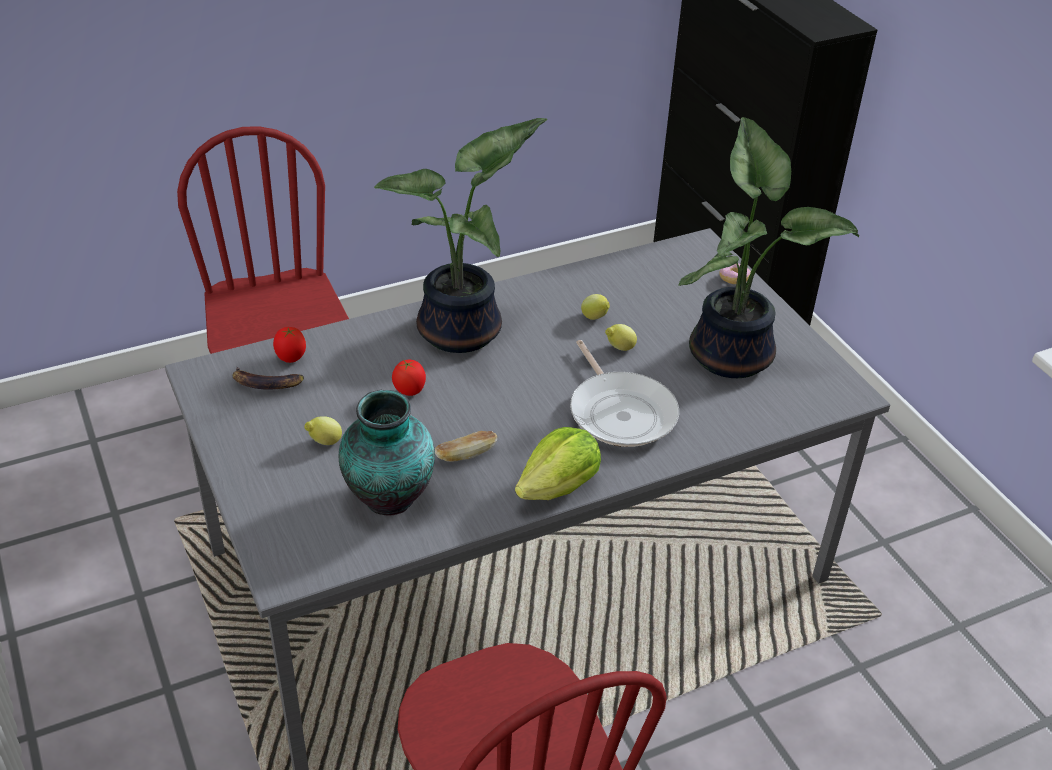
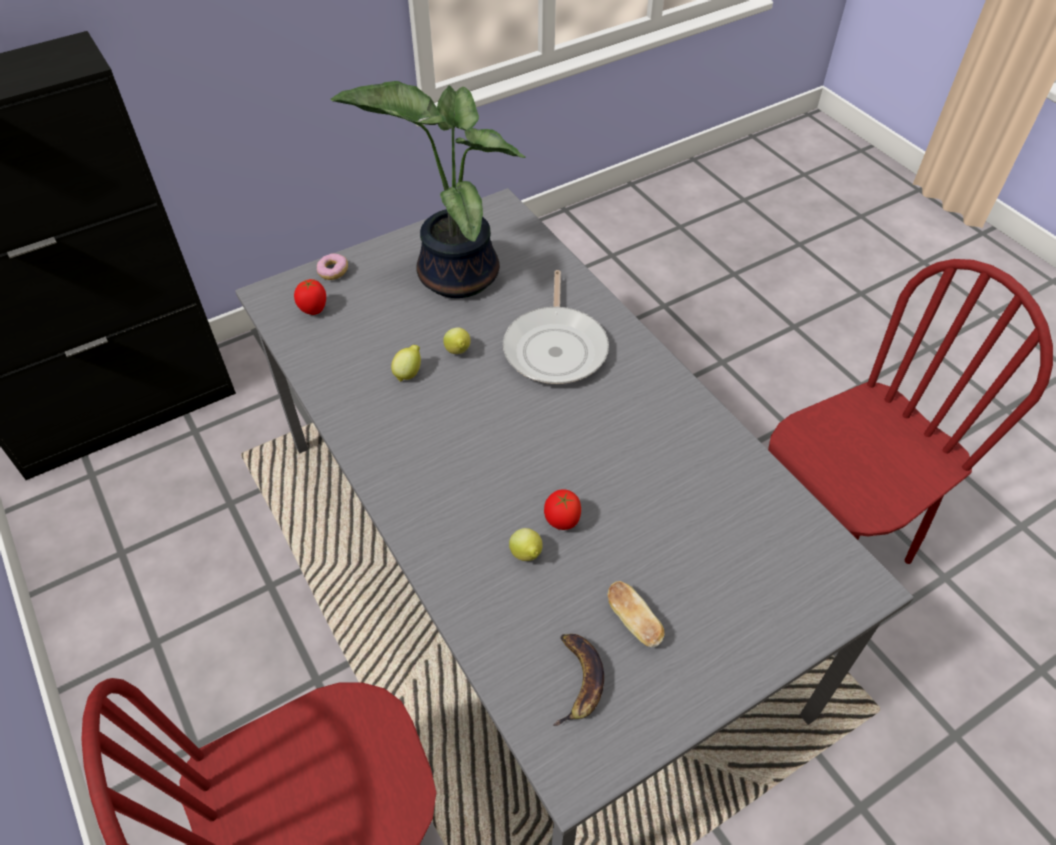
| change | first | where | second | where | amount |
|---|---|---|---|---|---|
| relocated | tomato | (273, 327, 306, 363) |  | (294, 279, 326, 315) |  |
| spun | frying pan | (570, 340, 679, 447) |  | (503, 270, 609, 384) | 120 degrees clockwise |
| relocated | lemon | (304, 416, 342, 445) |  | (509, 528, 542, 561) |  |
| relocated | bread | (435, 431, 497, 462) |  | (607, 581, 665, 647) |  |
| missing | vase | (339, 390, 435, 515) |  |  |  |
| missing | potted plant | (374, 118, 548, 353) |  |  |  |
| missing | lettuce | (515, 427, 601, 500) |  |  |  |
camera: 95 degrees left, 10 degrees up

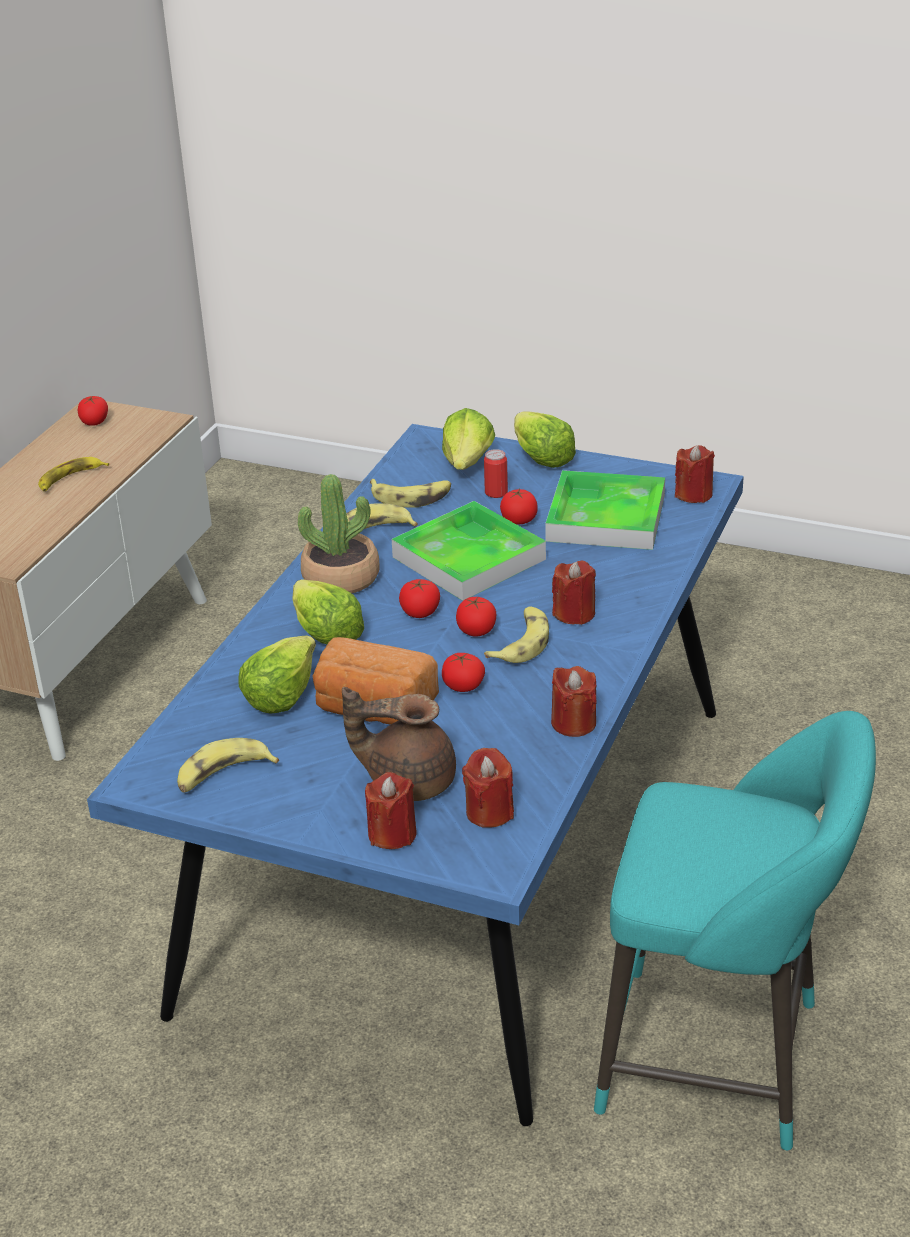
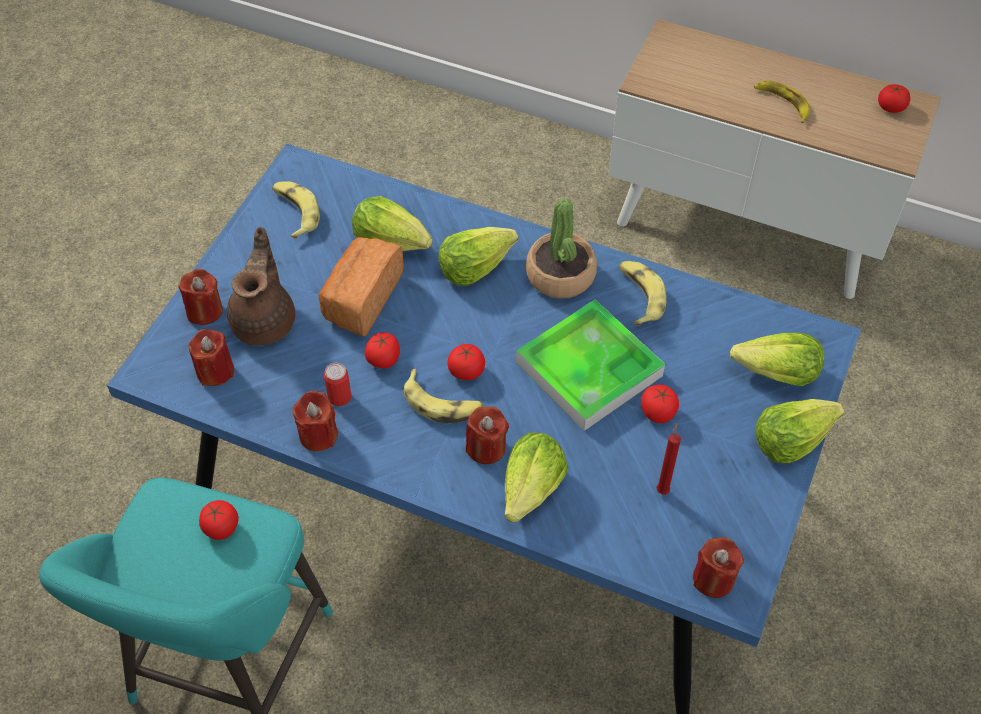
| change | first | where | second | where | amount |
|---|---|---|---|---|---|
| relocated | tomato | (399, 579, 440, 618) |  | (199, 500, 239, 540) |  |
| relocated | can | (484, 449, 508, 498) |  | (324, 363, 351, 406) |  |
| appeared |  |  | lettuce | (505, 433, 568, 522) |  |
| exchanged | tray | (545, 470, 665, 550) | red candle | (657, 422, 681, 494) |  |
| missing | banana | (370, 479, 451, 508) |  |  |  |
camera: 90 degrees right, 20 degrees up

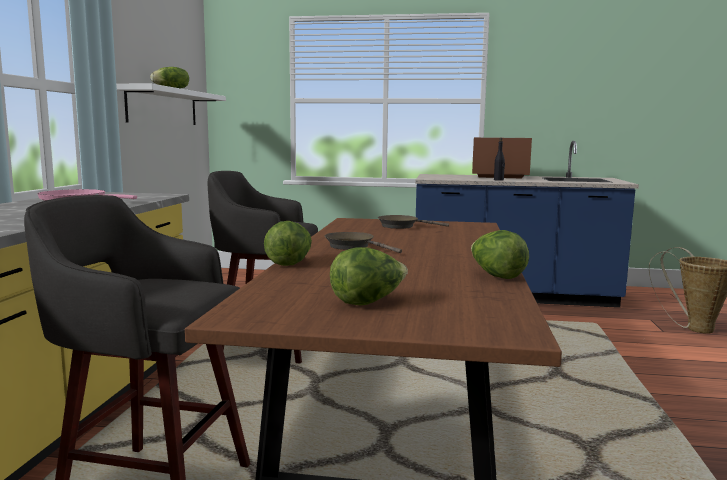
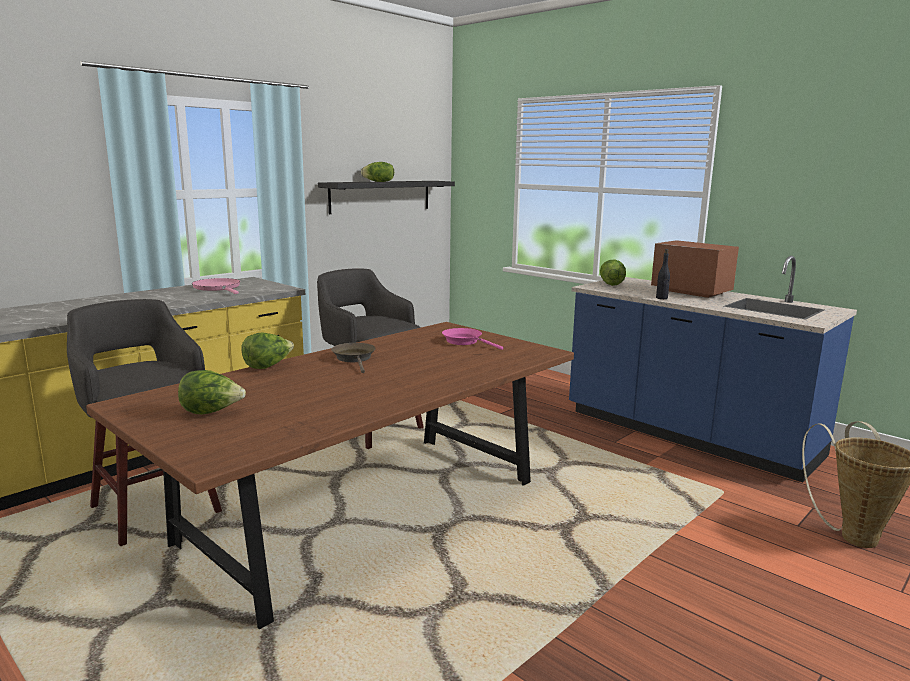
| change | first | where | second | where | amount |
|---|---|---|---|---|---|
| colour | white shelf | (116, 84, 226, 125) | black shelf | (318, 181, 455, 214) |  |
| colour | brown frying pan | (377, 215, 449, 229) | pink frying pan | (442, 328, 503, 350) |  |
| relocated | lettuce | (471, 230, 529, 279) |  | (600, 259, 626, 286) |  |
camera: 35 degrees right, 5 degrees up

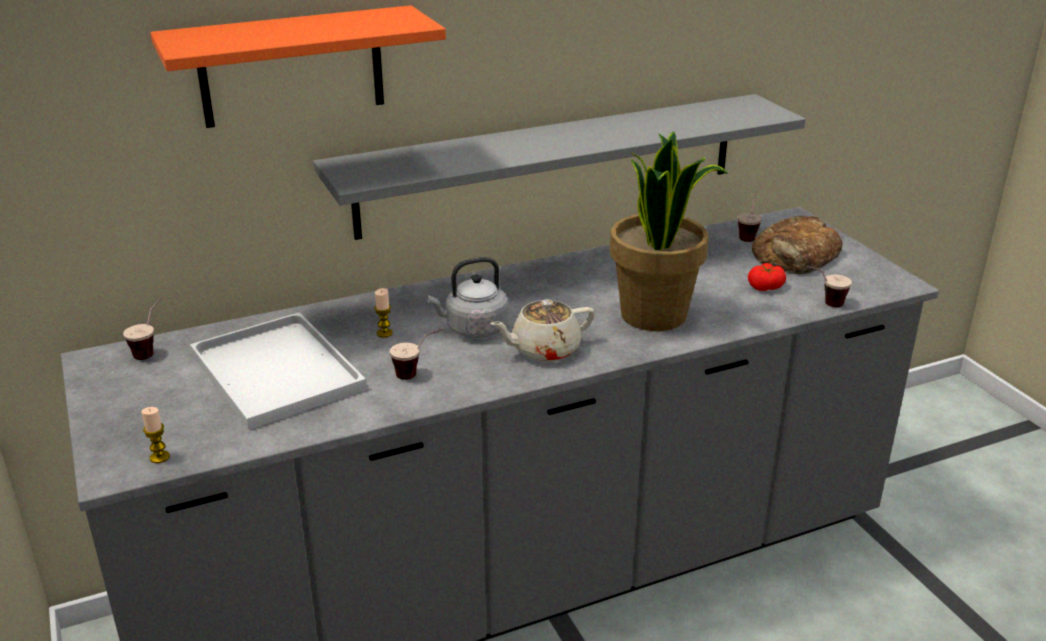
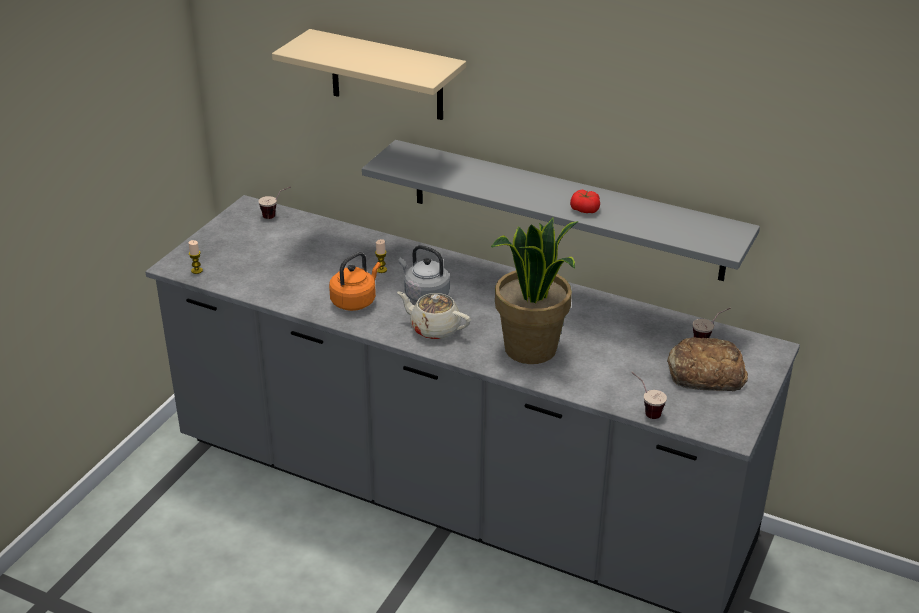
| change | first | where | second | where | amount |
|---|---|---|---|---|---|
| colour | orange shelf | (150, 5, 446, 128) | beige shelf | (272, 29, 466, 120) |  |
| exchanged | cup | (390, 328, 443, 380) | orange kettle | (329, 252, 381, 311) |  |
| relocated | tomato | (748, 263, 786, 291) |  | (570, 190, 600, 213) |  |
| missing | white tray | (190, 312, 367, 430) |  |  |  |
camera: 50 degrees right, 5 degrees up

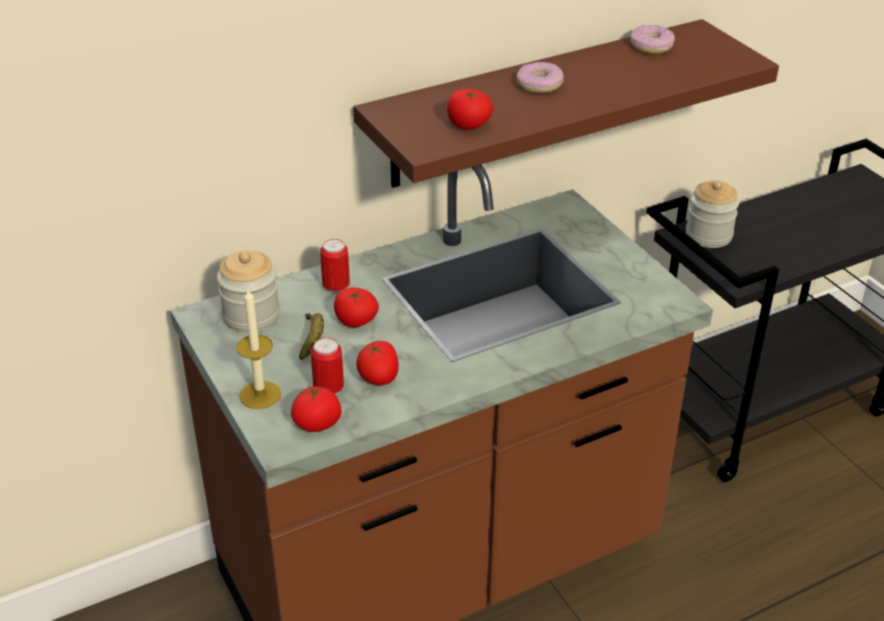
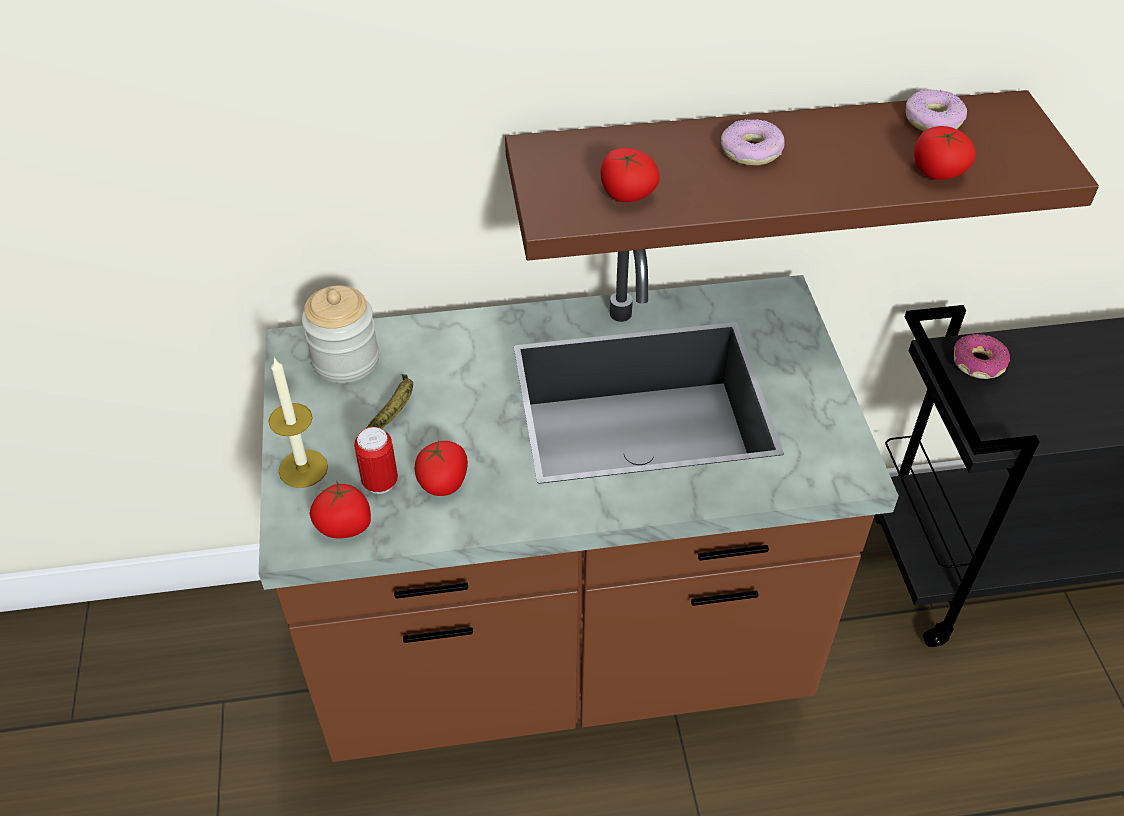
| change | first | where | second | where | amount |
|---|---|---|---|---|---|
| relocated | tomato | (334, 288, 379, 327) |  | (914, 126, 976, 180) |  |
| exchanged | jar | (686, 180, 739, 248) | donut | (954, 334, 1010, 379) |  |
| missing | can | (320, 239, 350, 294) |  |  |  |
camera: 20 degrees right, 10 degrees up

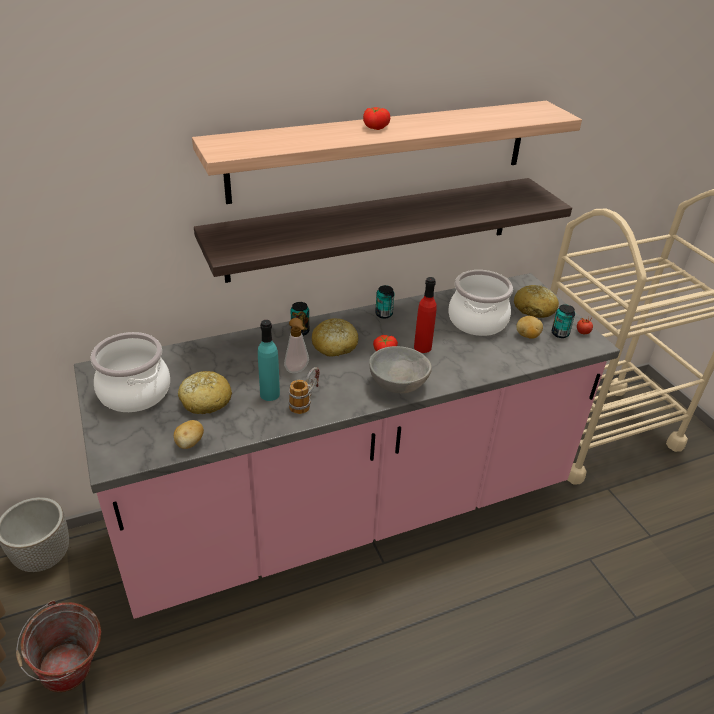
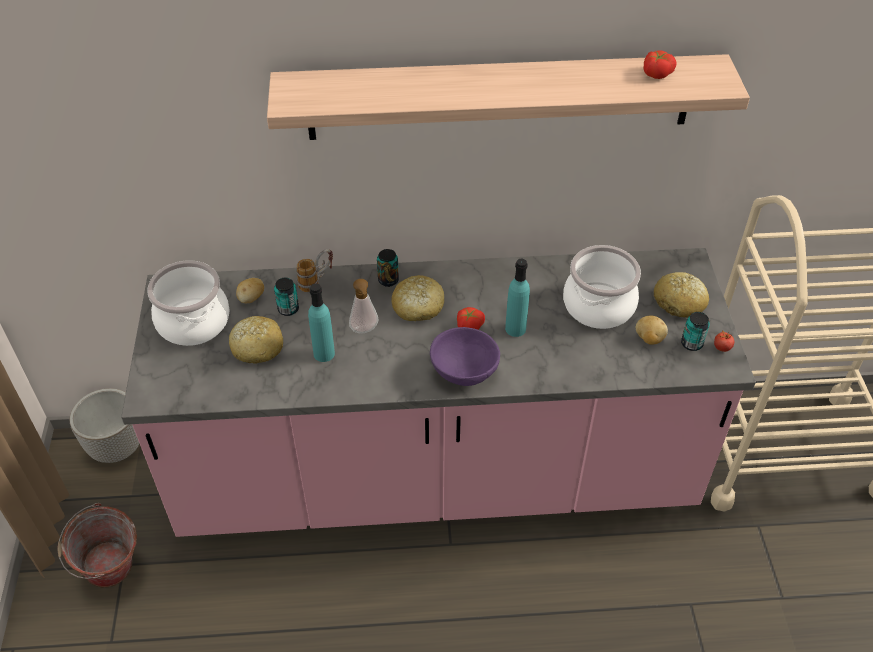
| change | first | where | second | where | amount |
|---|---|---|---|---|---|
| relocated | potato | (174, 420, 204, 449) |  | (236, 278, 264, 303) |  |
| relocated | can | (375, 285, 394, 319) |  | (274, 278, 299, 316) |  |
| relocated | mug | (288, 367, 320, 414) |  | (296, 249, 333, 292) |  |
| colour | grey bowl | (369, 346, 432, 393) | purple bowl | (430, 327, 500, 386) |  |
| colour | red bottle | (414, 277, 437, 353) | turquoise bottle | (505, 259, 530, 337) |  |
| relocated | tomato | (363, 107, 390, 130) |  | (643, 50, 676, 79) |  |
| missing | shelf | (194, 178, 572, 283) |  |  |  |
camera: 20 degrees right, 10 degrees up

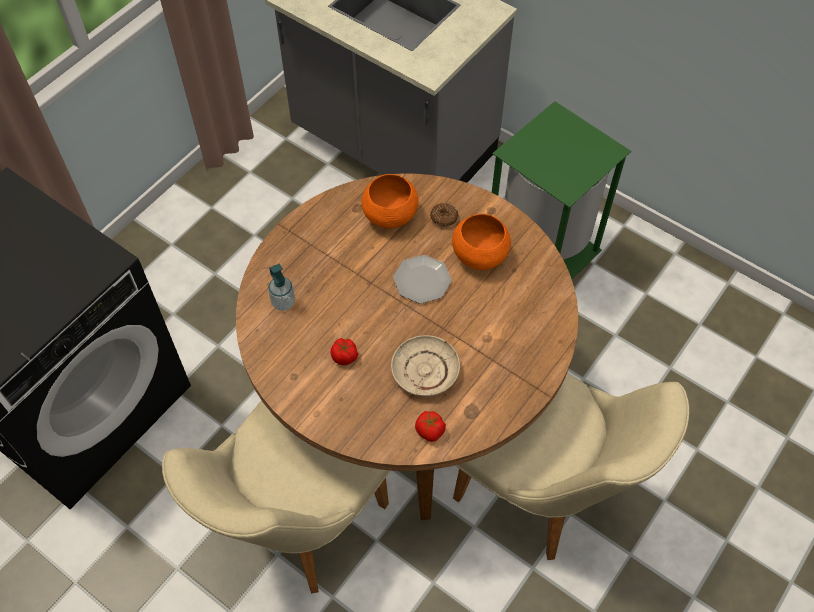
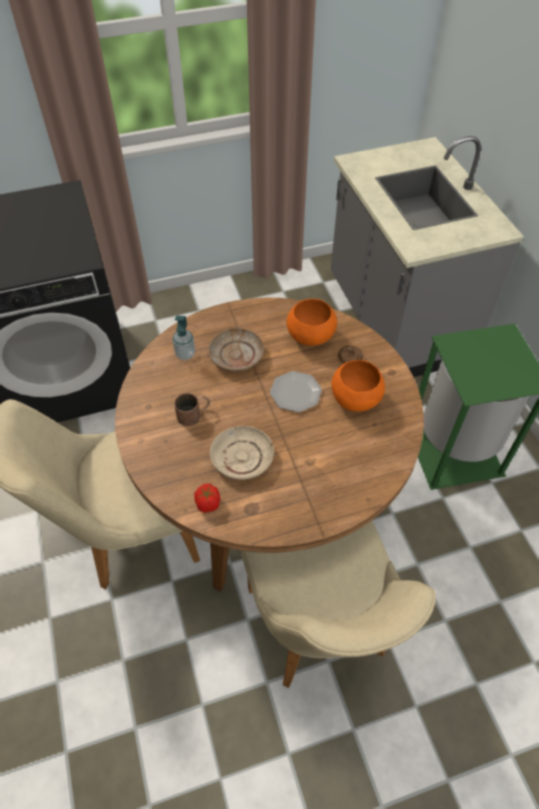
| change | first | where | second | where | amount |
|---|---|---|---|---|---|
| exchanged | tomato | (331, 338, 358, 365) | brown mug | (174, 393, 210, 426) |  |
| appeared |  |  | beige plate | (209, 328, 264, 372) |  |
camera: 35 degrees right, 5 degrees down

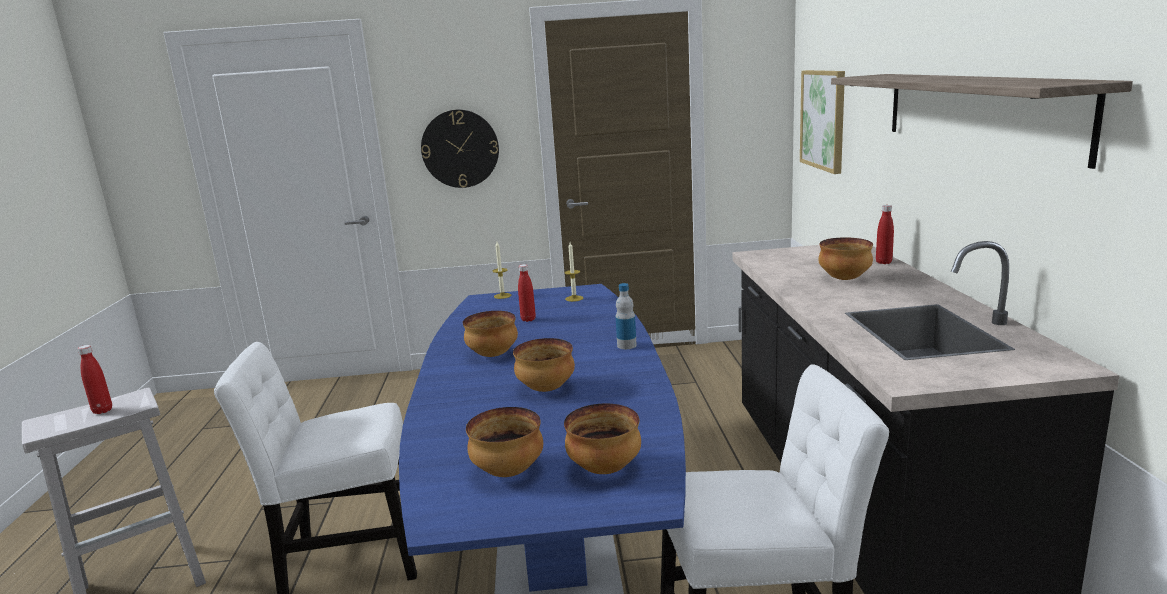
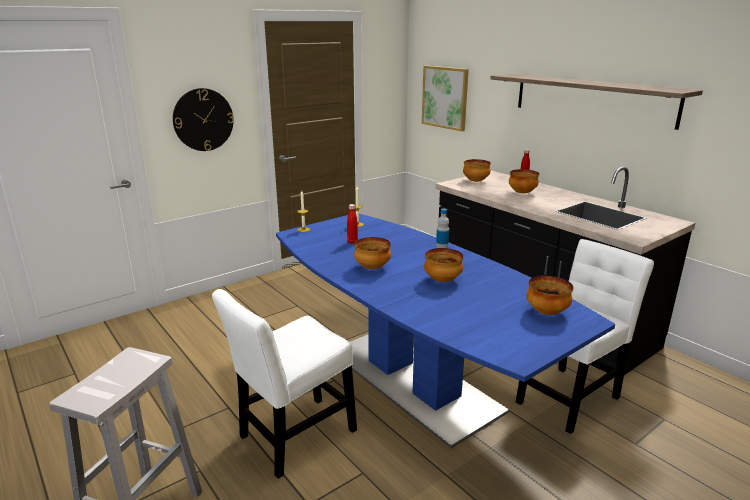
| change | first | where | second | where | amount |
|---|---|---|---|---|---|
| relocated | bowl | (466, 407, 543, 477) |  | (463, 159, 491, 182) |  |
| missing | red bottle | (78, 345, 112, 414) |  |  |  |
camera: 35 degrees left, 5 degrees up

